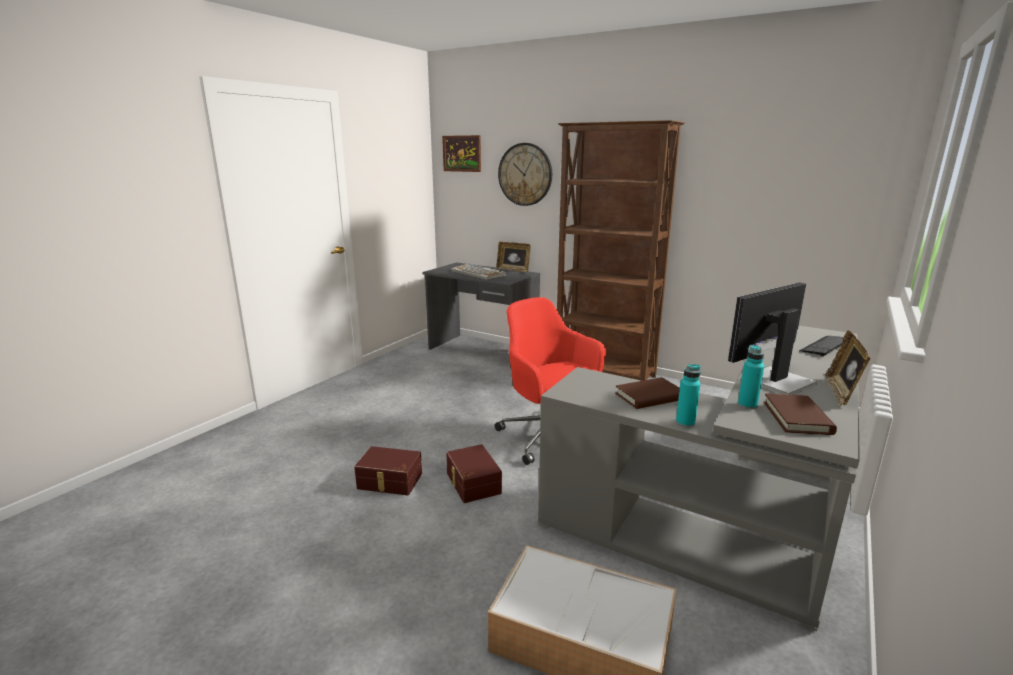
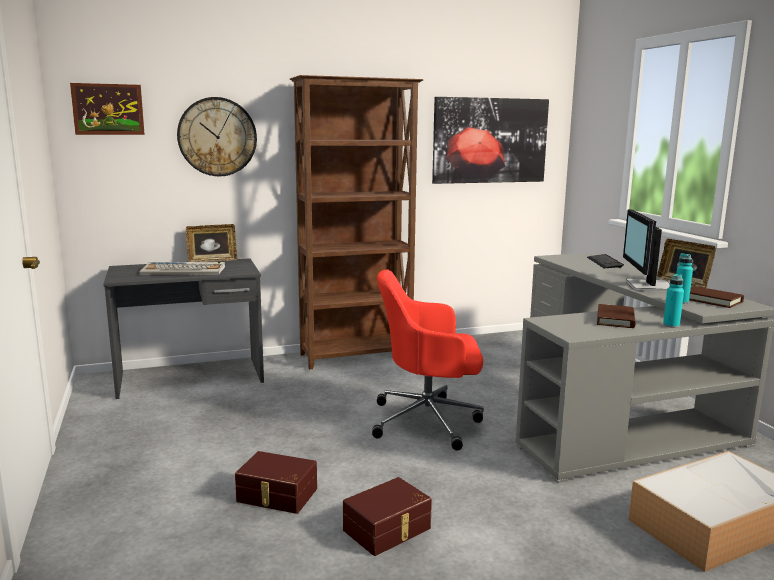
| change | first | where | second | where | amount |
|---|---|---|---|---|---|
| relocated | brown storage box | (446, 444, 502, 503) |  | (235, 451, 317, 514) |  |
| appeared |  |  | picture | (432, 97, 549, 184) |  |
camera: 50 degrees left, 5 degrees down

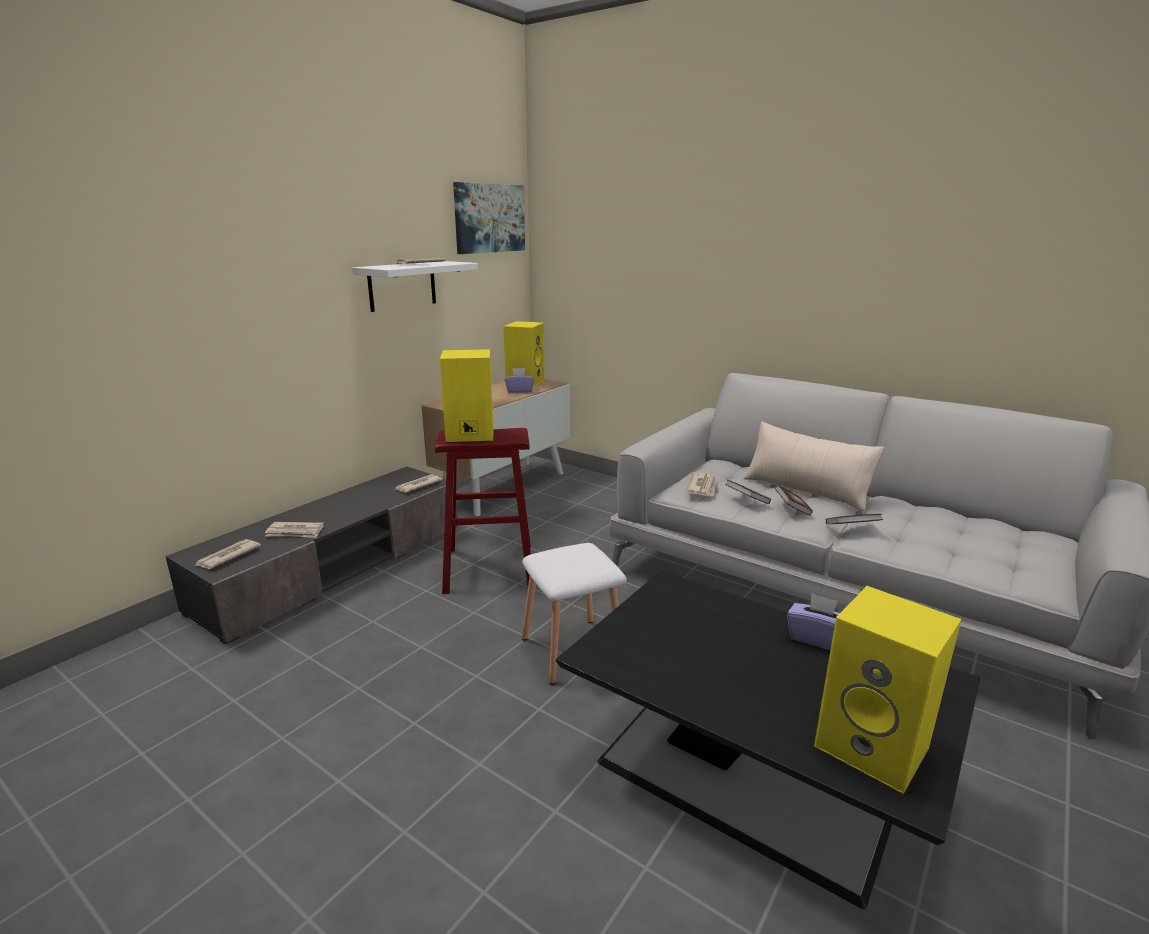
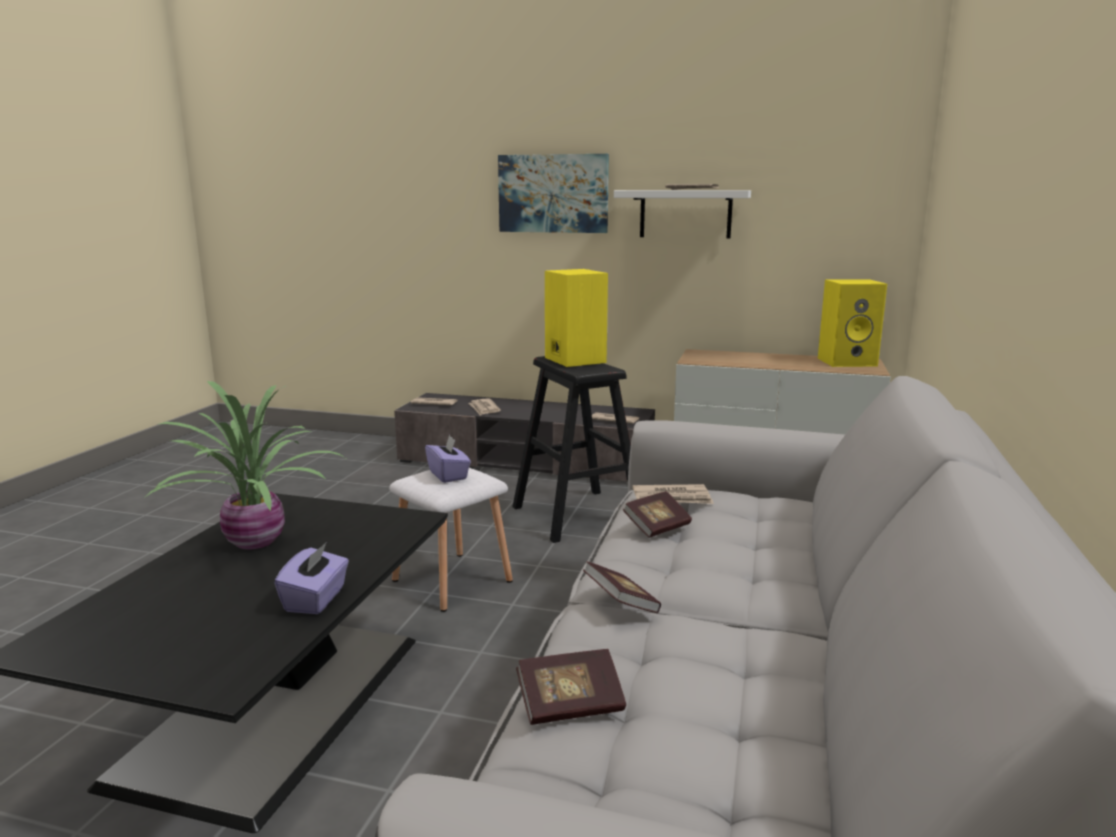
| change | first | where | second | where | amount |
|---|---|---|---|---|---|
| appeared |  |  | potted plant | (144, 381, 348, 550) |  |
| relocated | purple tissue box | (505, 368, 534, 393) |  | (425, 434, 471, 483) |  |
| relocated | picture | (453, 182, 525, 254) |  | (498, 154, 609, 233) |  |
| colour | red stool | (435, 428, 531, 594) | black stool | (512, 356, 631, 543) |  |
| relocated | book | (775, 485, 813, 516) |  | (516, 649, 626, 725) |  |
| missing | beige pillow | (743, 422, 884, 512) |  |  |  |
| missing | yellow speaker | (814, 586, 961, 794) |  |  |  |
camera: 70 degrees right, 5 degrees down

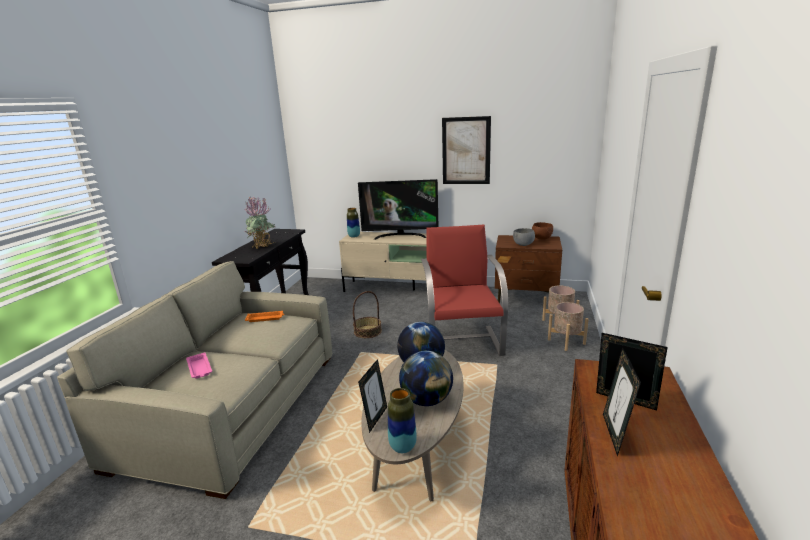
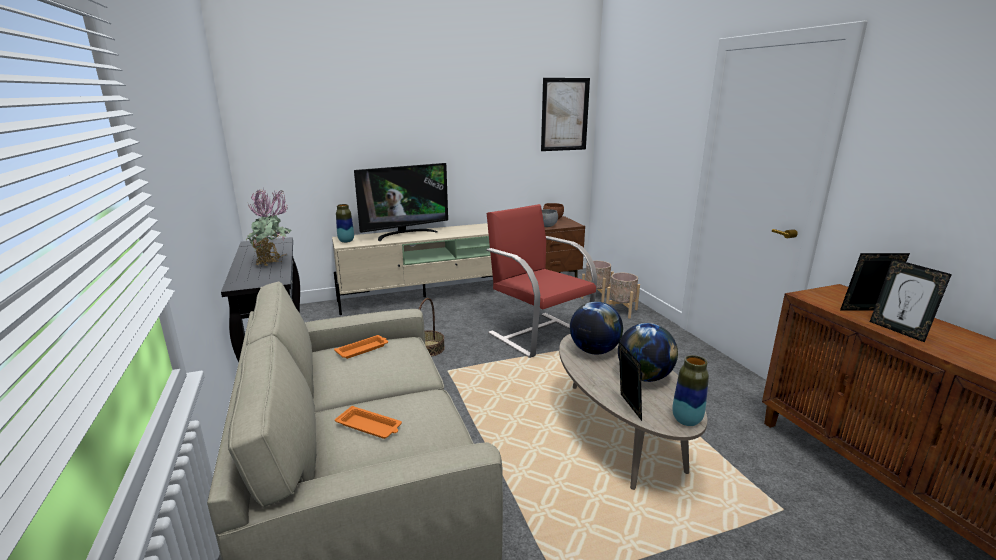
| change | first | where | second | where | amount |
|---|---|---|---|---|---|
| colour | pink tray | (186, 352, 212, 379) | orange tray | (335, 406, 402, 439) |  |
| relocated | picture | (442, 116, 491, 184) |  | (541, 78, 590, 151) |  |
camera: 35 degrees left, 0 degrees up

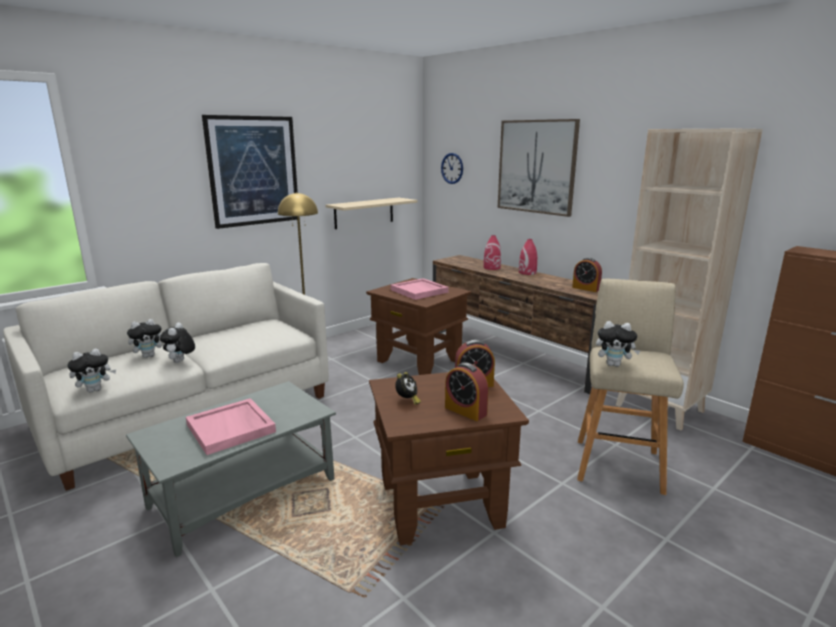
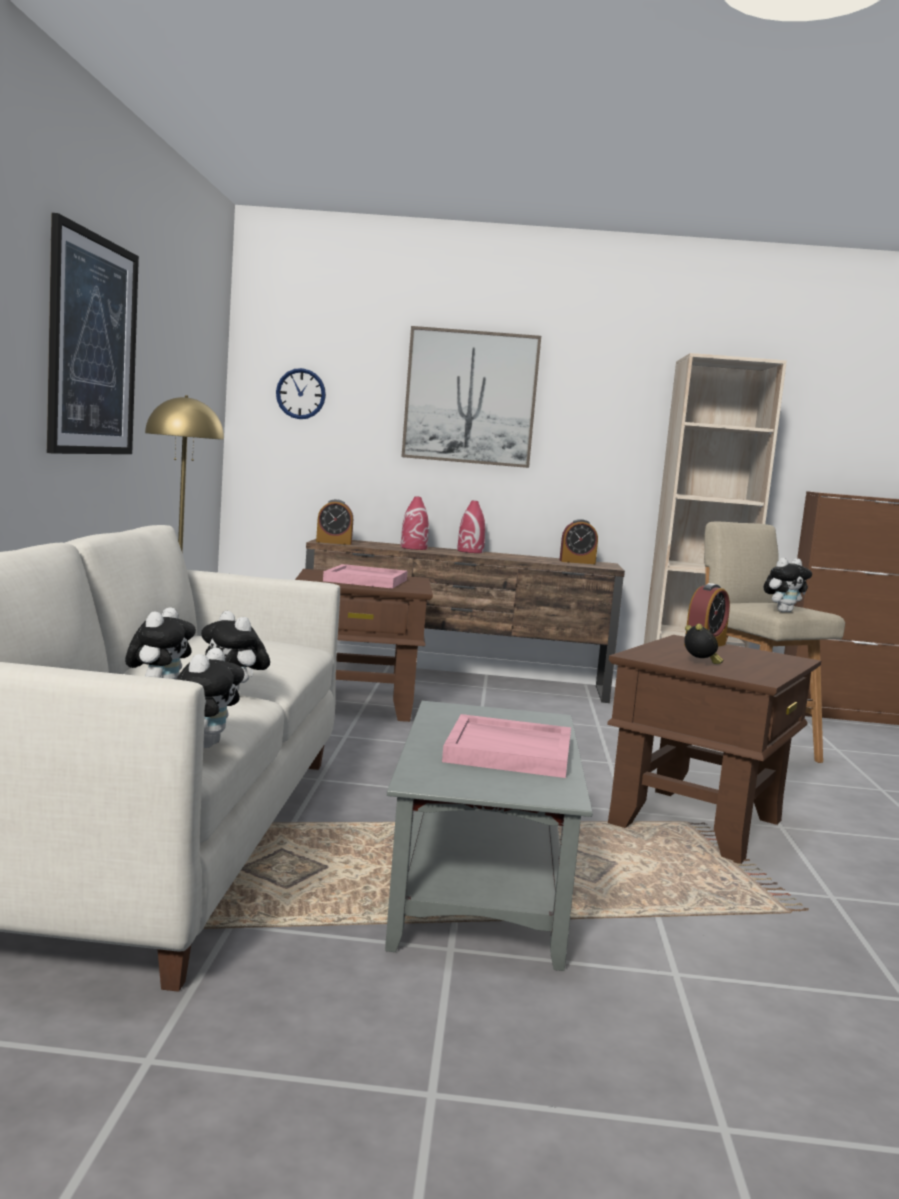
| change | first | where | second | where | amount |
|---|---|---|---|---|---|
| relocated | alarm clock | (445, 363, 488, 421) |  | (316, 499, 353, 545) |  |
| missing | beige shelf | (326, 197, 417, 229) |  |  |  |
camera: 45 degrees left, 10 degrees down

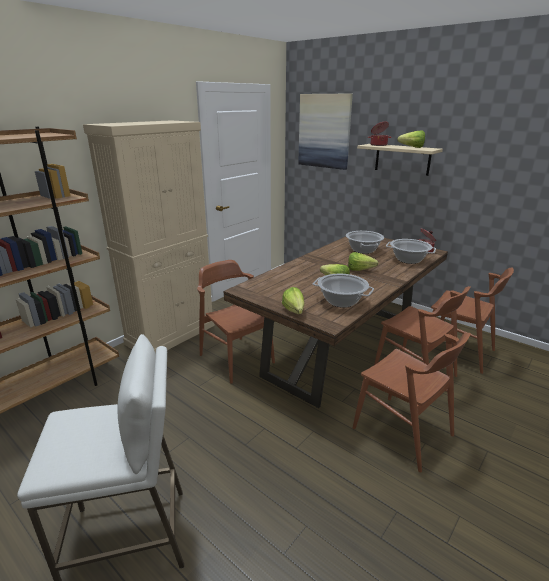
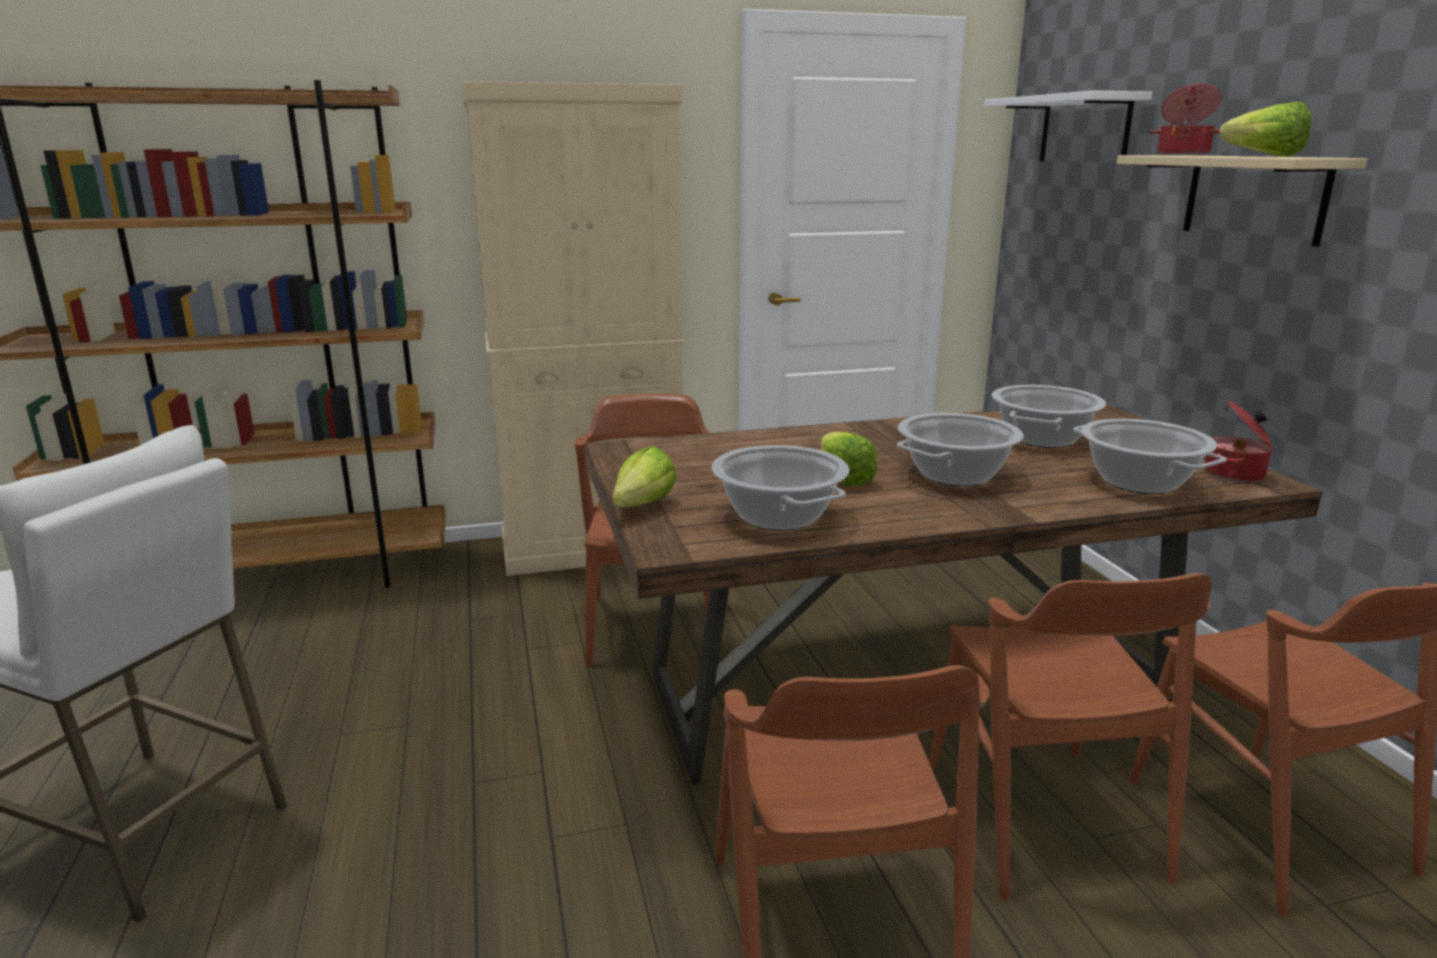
| change | first | where | second | where | amount |
|---|---|---|---|---|---|
| exchanged | lettuce | (348, 252, 378, 271) | cooking pot | (897, 413, 1024, 486) |  |
| exchanged | picture | (298, 94, 353, 170) | white shelf | (984, 91, 1153, 161) |  |
camera: 35 degrees right, 5 degrees down

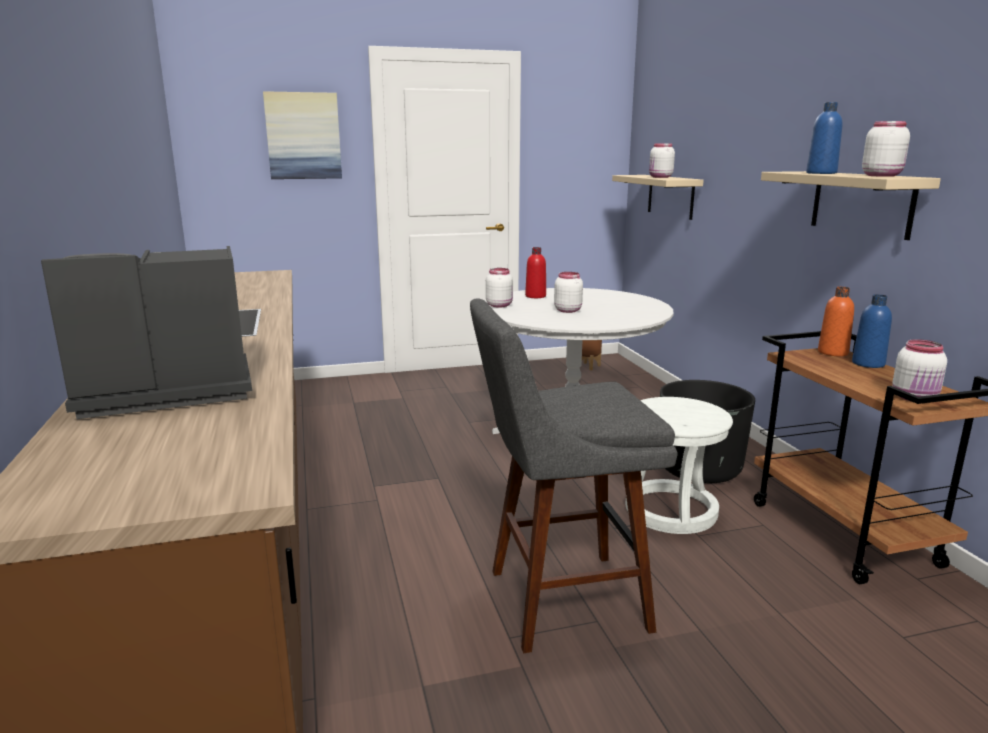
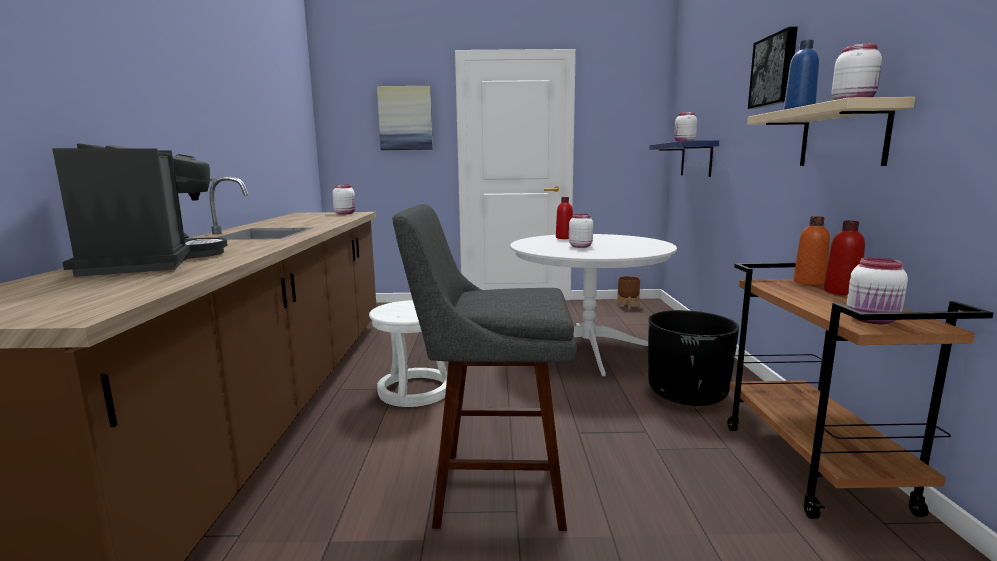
| change | first | where | second | where | amount |
|---|---|---|---|---|---|
| spun | coffee machine | (41, 246, 252, 419) |  | (52, 143, 228, 277) | 75 degrees clockwise |
| relocated | white jar | (486, 268, 513, 308) |  | (332, 185, 356, 214) |  |
| relocated | white stool | (625, 397, 733, 534) |  | (369, 300, 448, 407) |  |
| colour | beige shelf | (612, 175, 704, 220) | blue shelf | (649, 140, 719, 177) |  |
| appeared |  |  | picture | (748, 27, 798, 109) |  |
| colour | blue bottle | (852, 294, 892, 368) | red bottle | (824, 221, 865, 295) |  |
camera: 15 degrees right, 5 degrees down

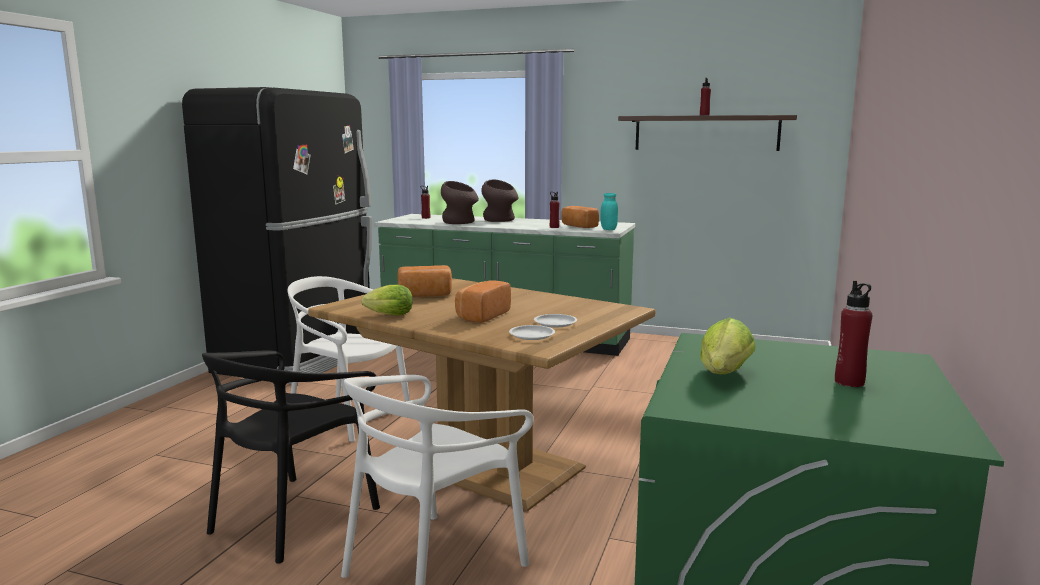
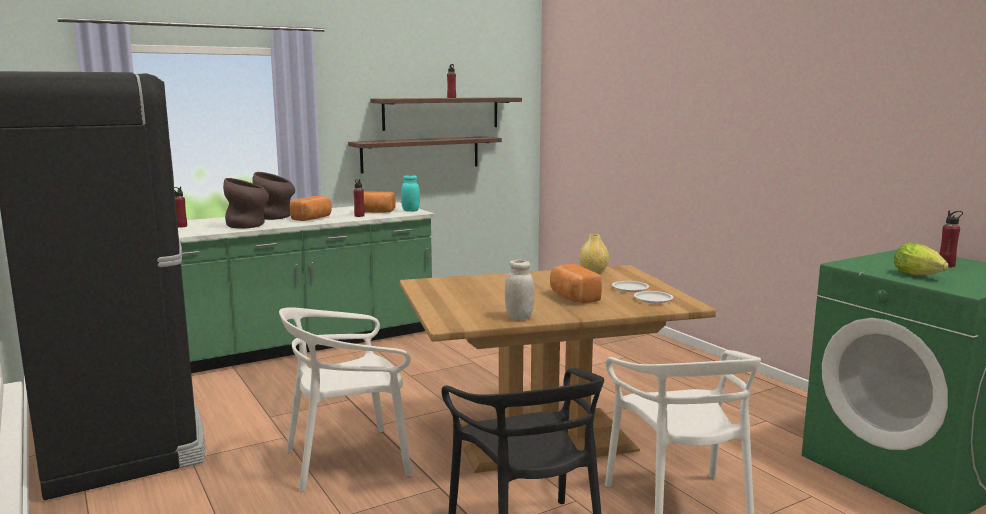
| change | first | where | second | where | amount |
|---|---|---|---|---|---|
| relocated | bread | (397, 265, 452, 297) |  | (290, 196, 332, 221) |  |
| appeared |  |  | shelf | (348, 136, 502, 174) |  |
| exchanged | lettuce | (361, 285, 413, 316) | white jar | (505, 260, 534, 320) |  |
| appeared |  |  | yellow vase | (579, 234, 609, 273) |  |
camera: 50 degrees left, 0 degrees up

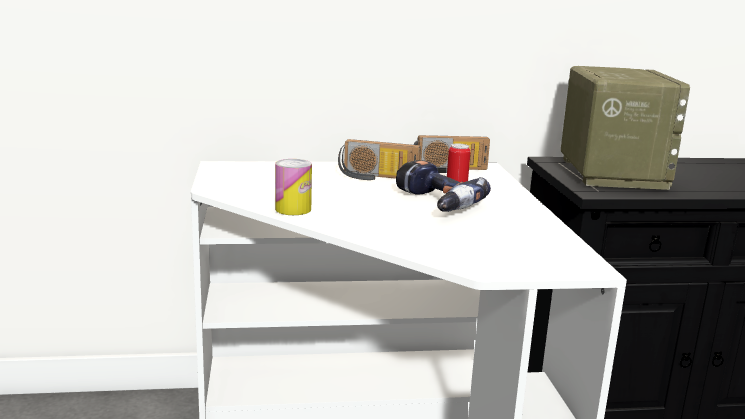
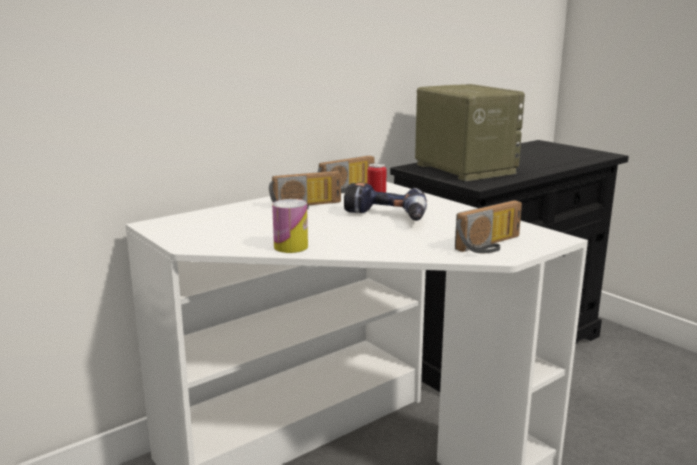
| change | first | where | second | where | amount |
|---|---|---|---|---|---|
| appeared |  |  | radio | (455, 200, 522, 253) |  |
camera: 30 degrees left, 0 degrees up

